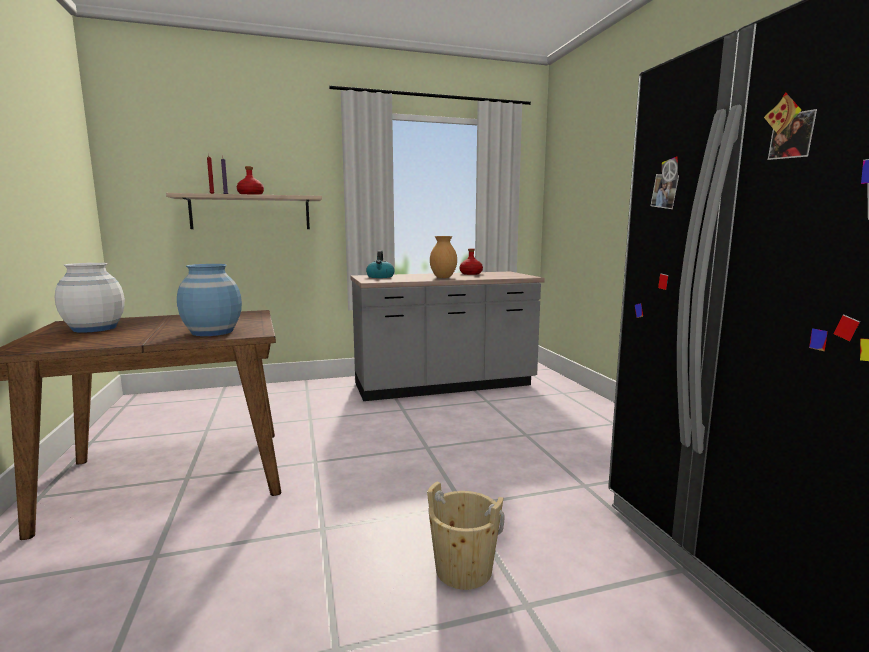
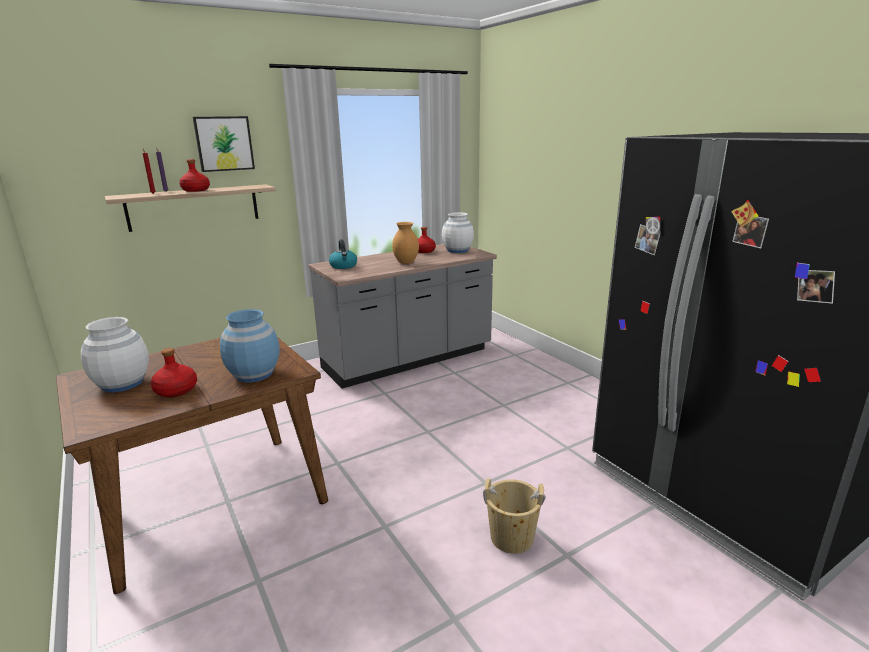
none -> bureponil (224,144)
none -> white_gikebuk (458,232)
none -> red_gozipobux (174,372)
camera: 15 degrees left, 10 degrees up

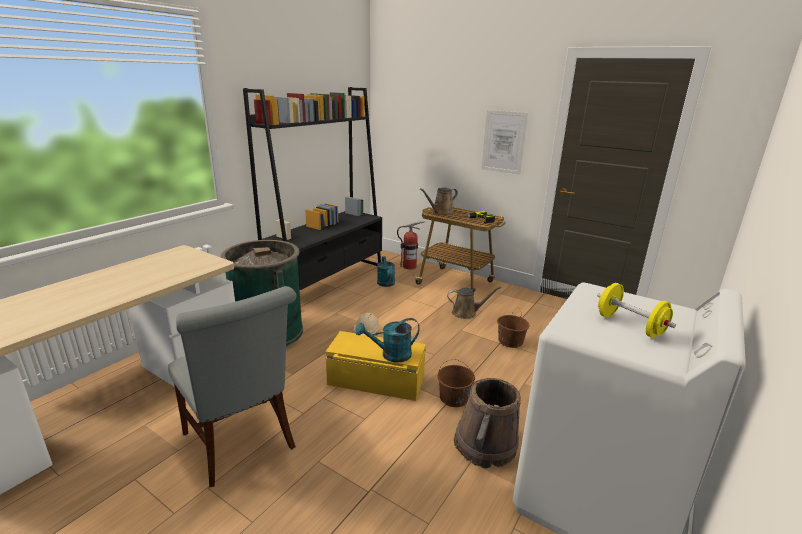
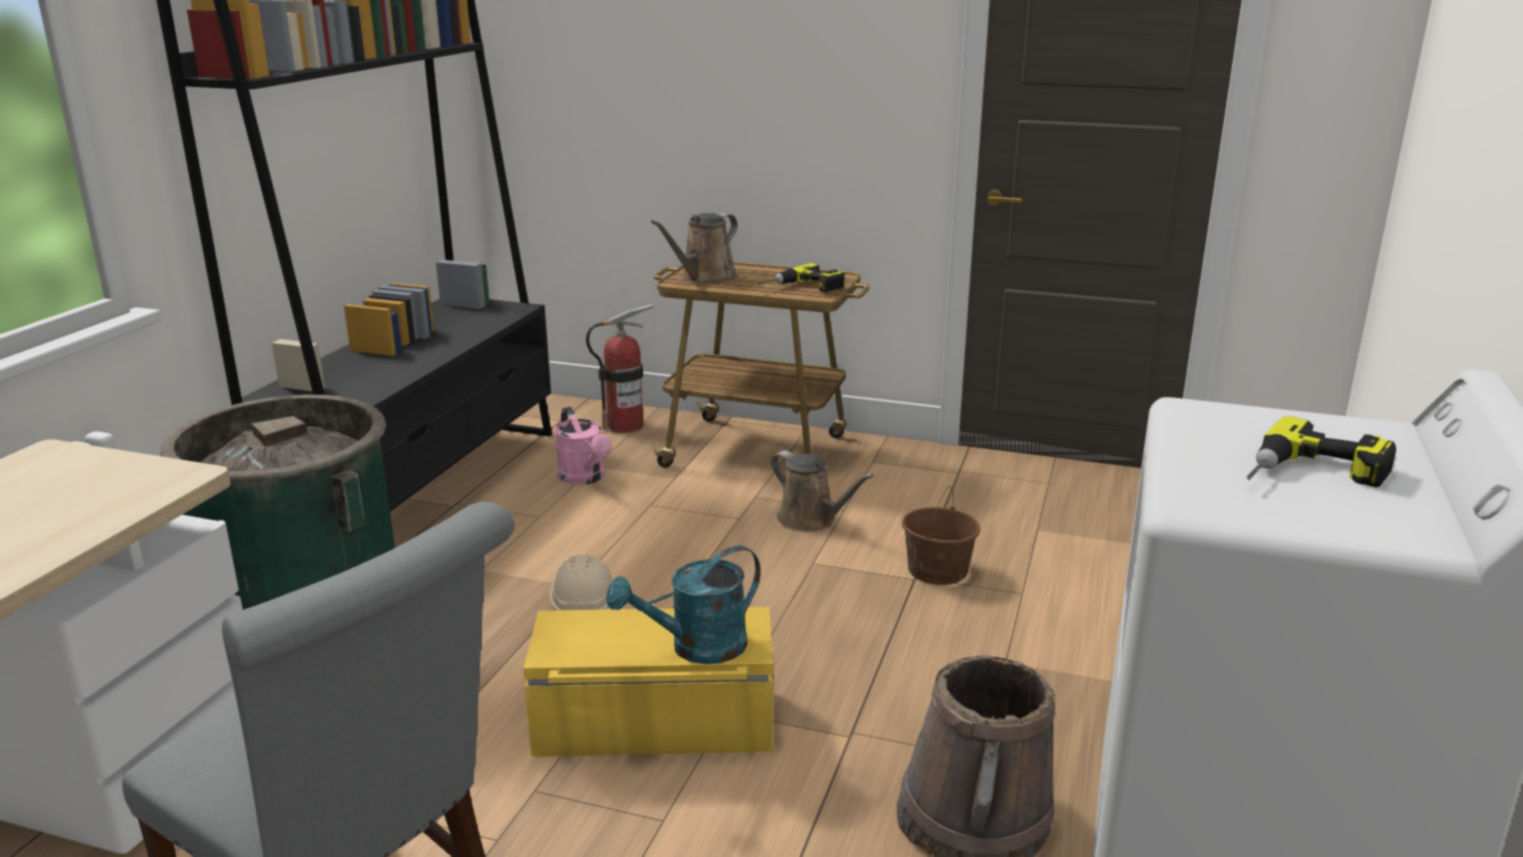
bureponil (504,142) -> none
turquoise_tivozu (386,271) -> pink_tivozu (583,445)
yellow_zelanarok (636,310) -> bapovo (1321,451)
brown_tivozu (474,303) -> brown_tivozu (822,491), 60 degrees clockwise
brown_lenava (456,383) -> none
camera: 15 degrees left, 0 degrees up

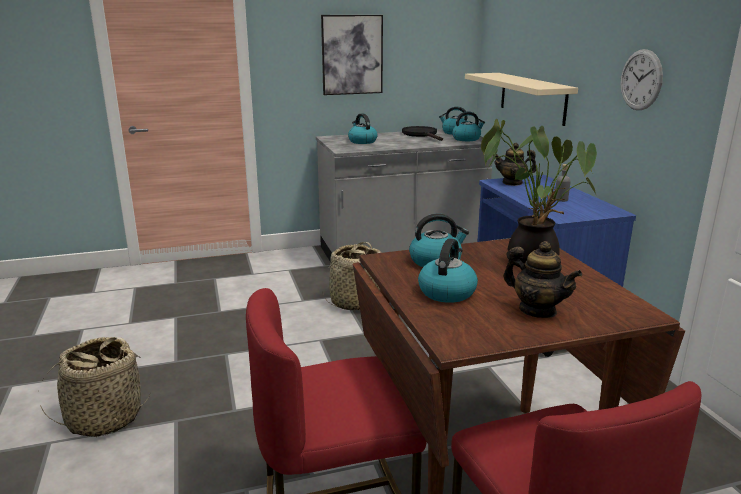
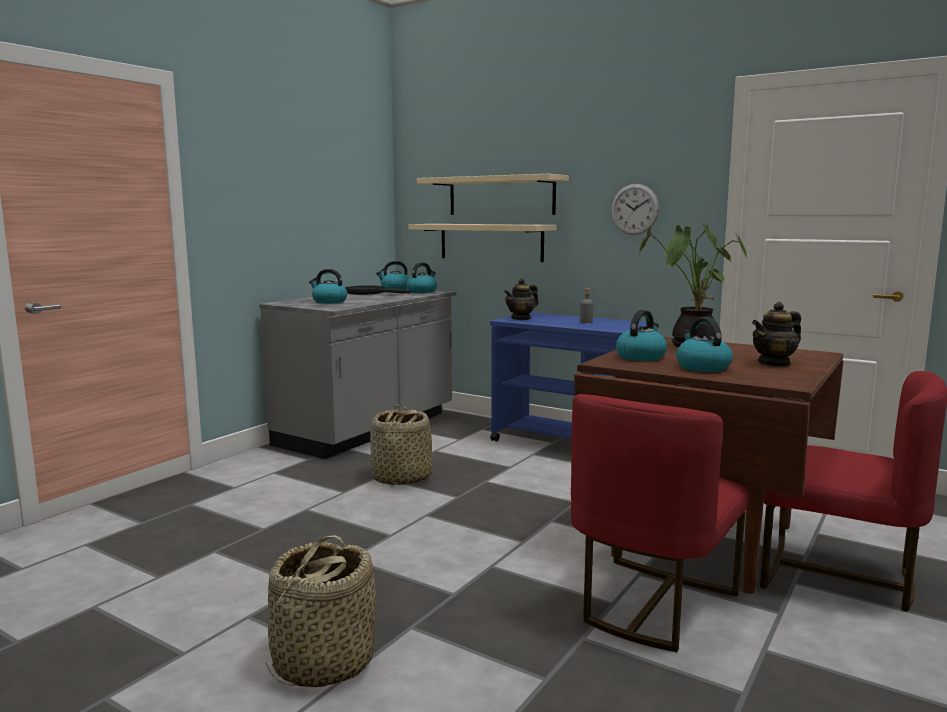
bureponil (352,55) -> none
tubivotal (542,279) -> tubivotal (776,334), 150 degrees clockwise
none -> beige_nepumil (493,194)
camera: 40 degrees left, 10 degrees down

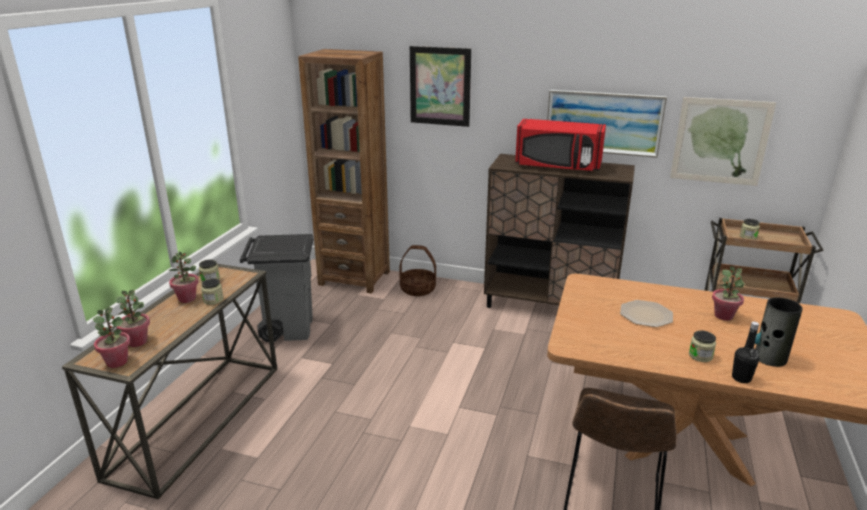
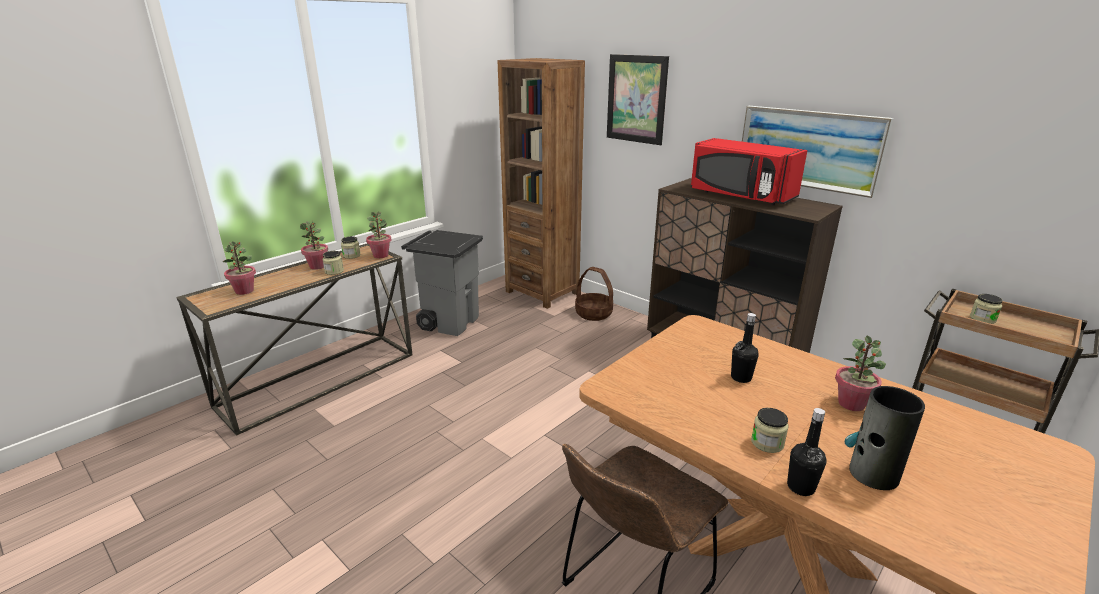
bureponil (723,141) -> none
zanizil (646,313) -> black_gozipobux (745,348)
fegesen (111,337) -> fegesen (378,235), shifted
camera: 25 degrees right, 0 degrees up

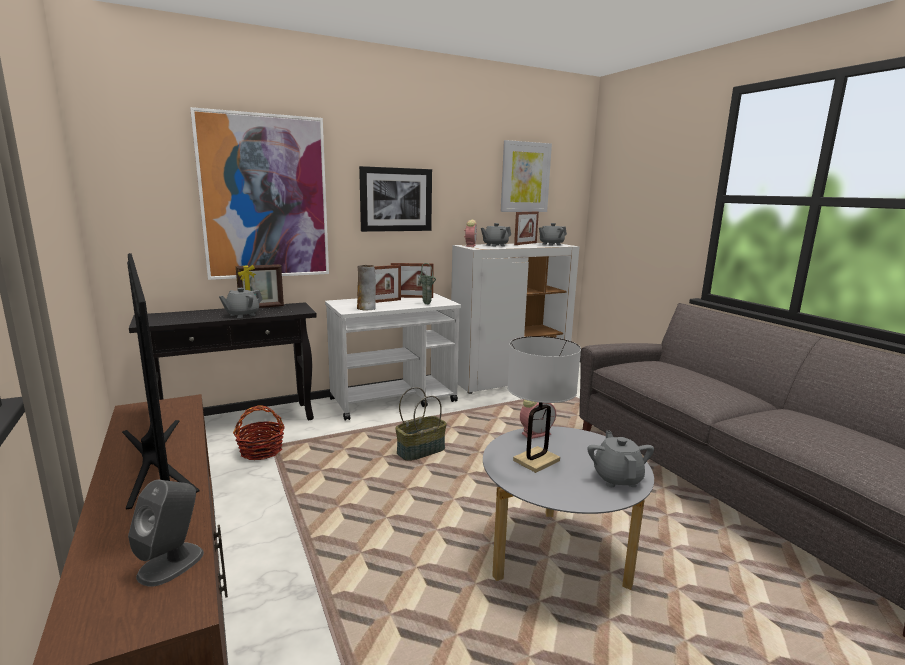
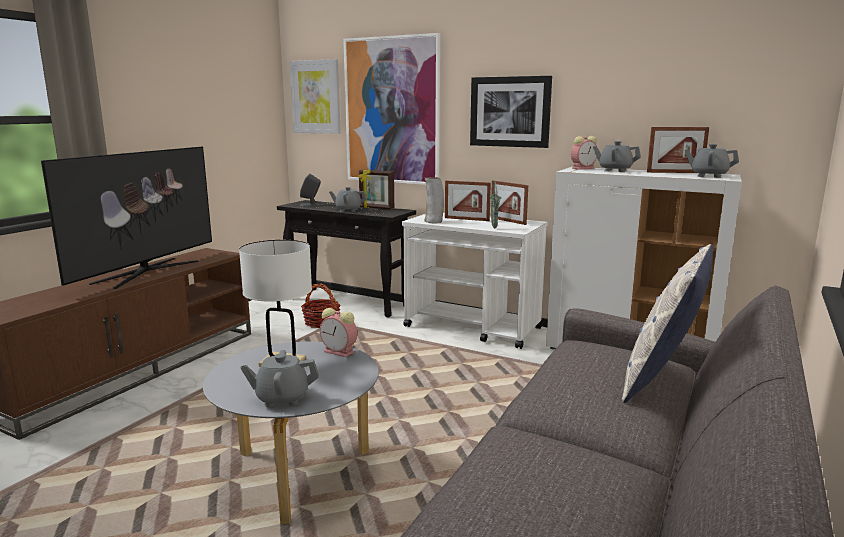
bureponil (526,176) -> bureponil (315,96), shifted
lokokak (421,424) -> none
grey_tubivotal (621,459) -> grey_tubivotal (279,378), 150 degrees counterclockwise
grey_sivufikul (166,533) -> grey_sivufikul (310,189), shifted
none -> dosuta (667,323)
camera: 55 degrees right, 0 degrees up

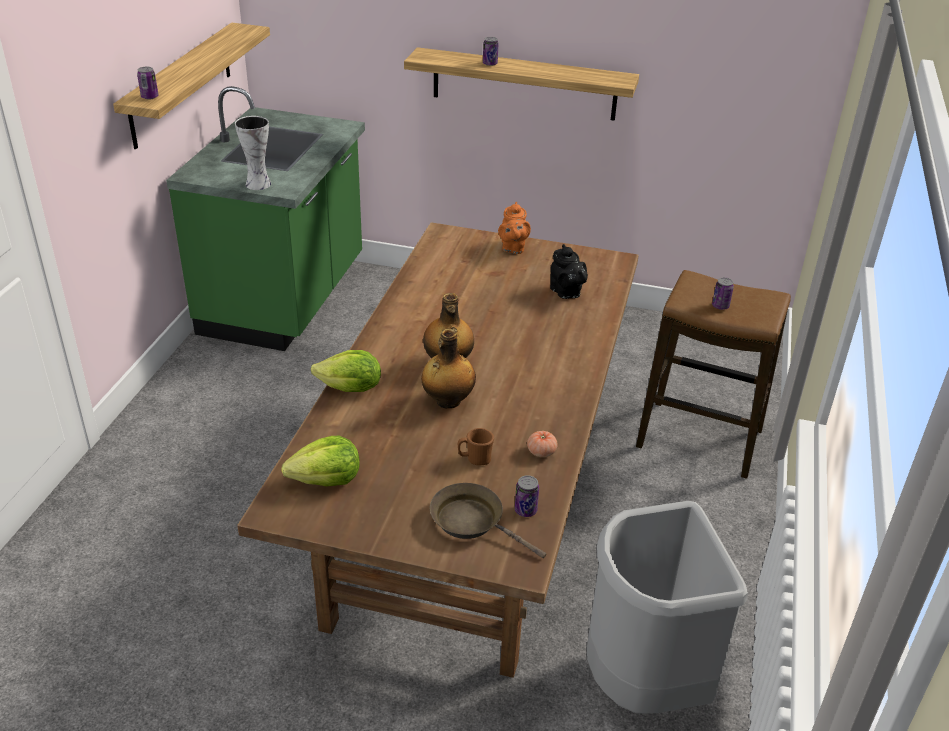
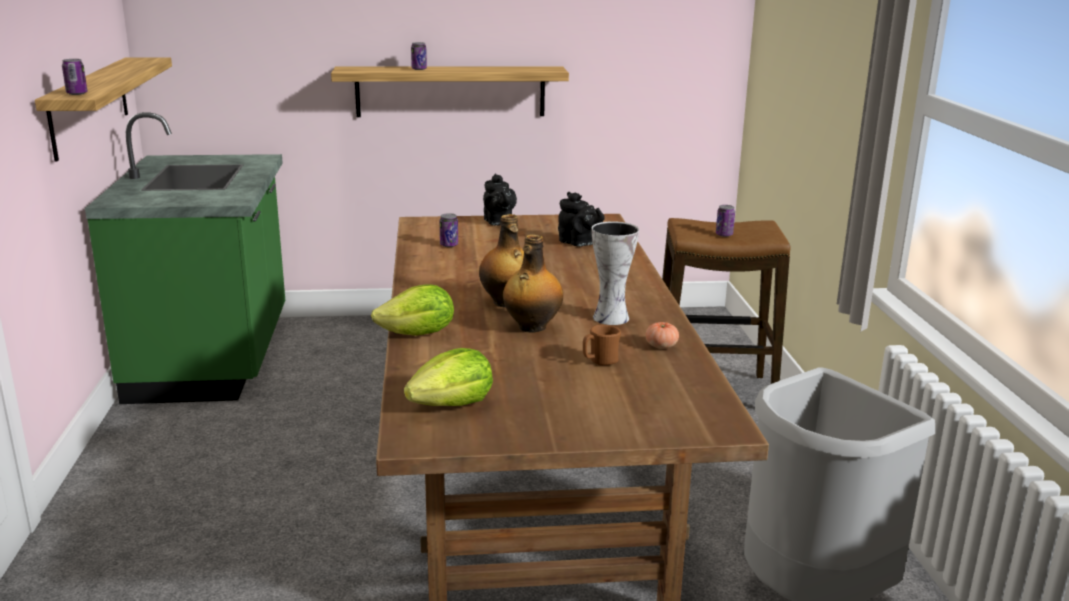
gikebuk (253,153) -> gikebuk (615,273), shifted
orange_tubivotal (514,228) -> black_tubivotal (500,200)
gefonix (527,496) -> gefonix (449,230), shifted
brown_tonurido (488,520) -> none
camera: 20 degrees left, 15 degrees down

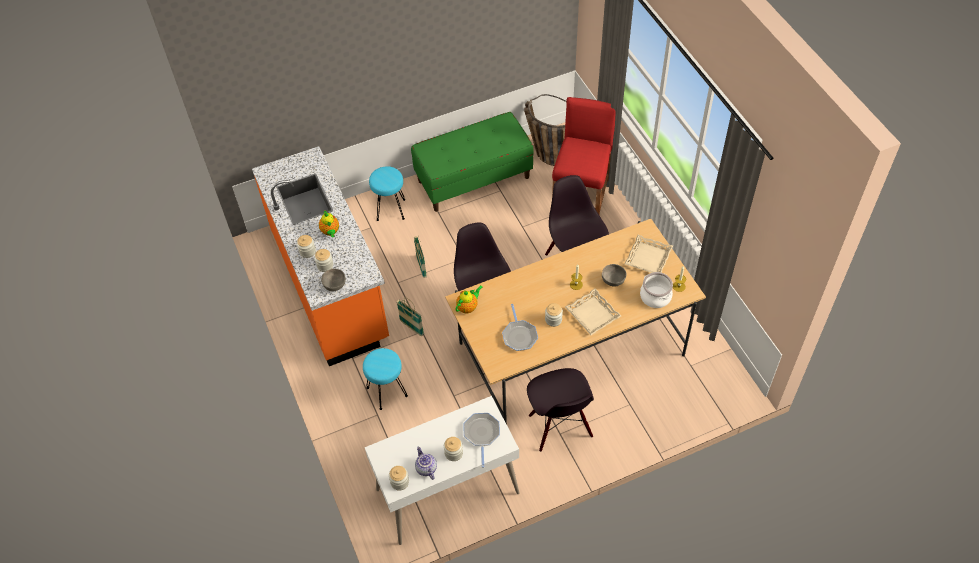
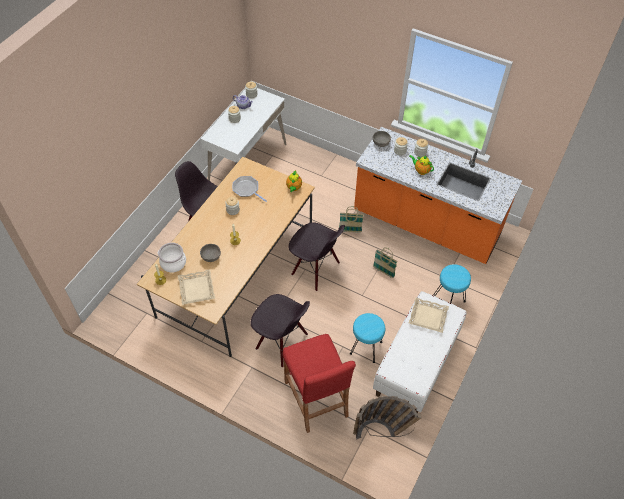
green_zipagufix (472,162) -> white_zipagufix (420,352)
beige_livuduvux (593,312) -> beige_livuduvux (429,315), shifted
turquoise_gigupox (385,379) -> turquoise_gigupox (367,338), shifted
tonurido (481,440) -> none
camera: 140 degrees right, 0 degrees up

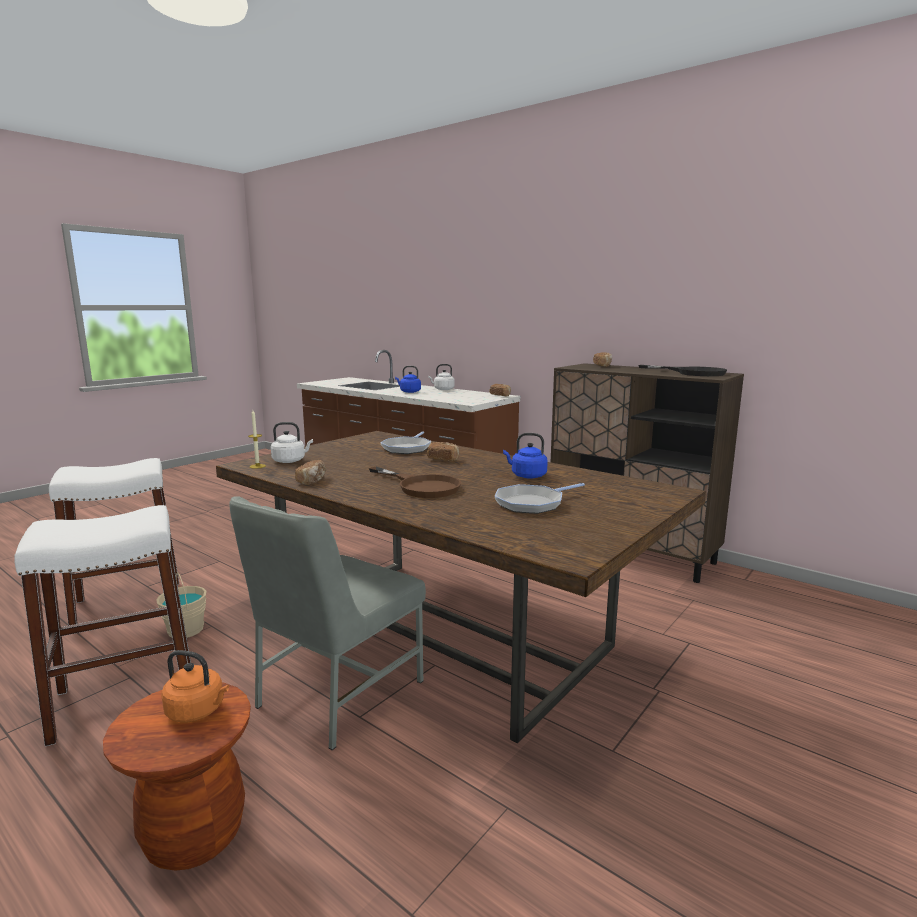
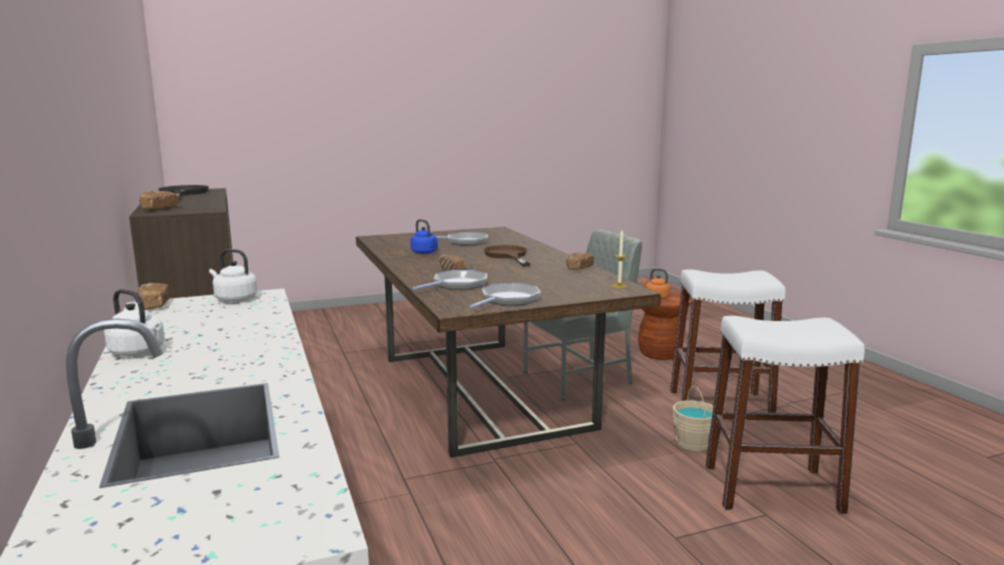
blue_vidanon (408,379) -> none
white_vidanon (292,442) -> white_vidanon (233,275), shifted
none -> tonurido (505,295)
camera: 150 degrees left, 0 degrees up

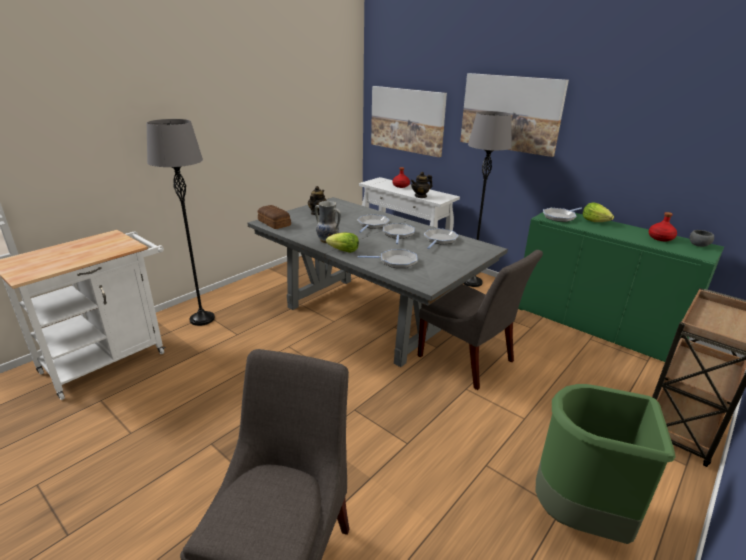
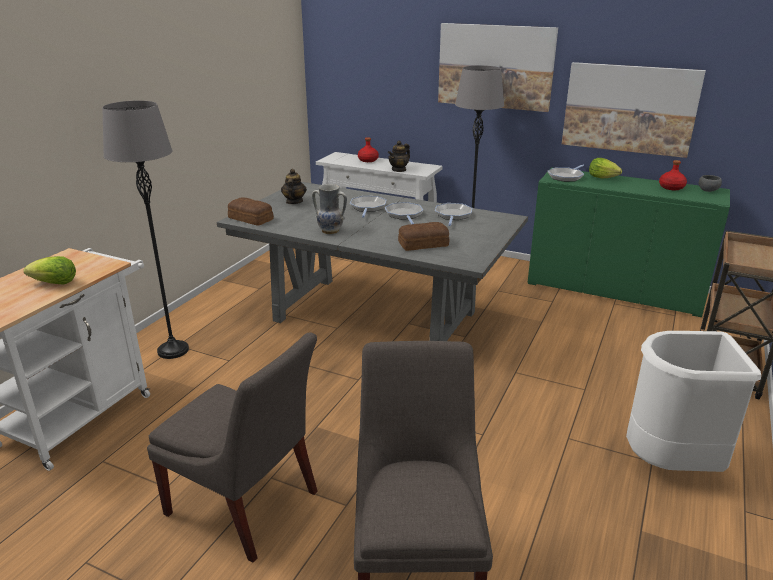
bureponil (409,121) -> bureponil (634,110), shifted
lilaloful (342,242) -> lilaloful (50,270), shifted
tonurido (388,258) -> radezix (424,236)
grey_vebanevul (480,320) -> grey_vebanevul (232,447), shifted
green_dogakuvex (605,464) -> white_dogakuvex (693,401)
camera: 15 degrees left, 0 degrees up

